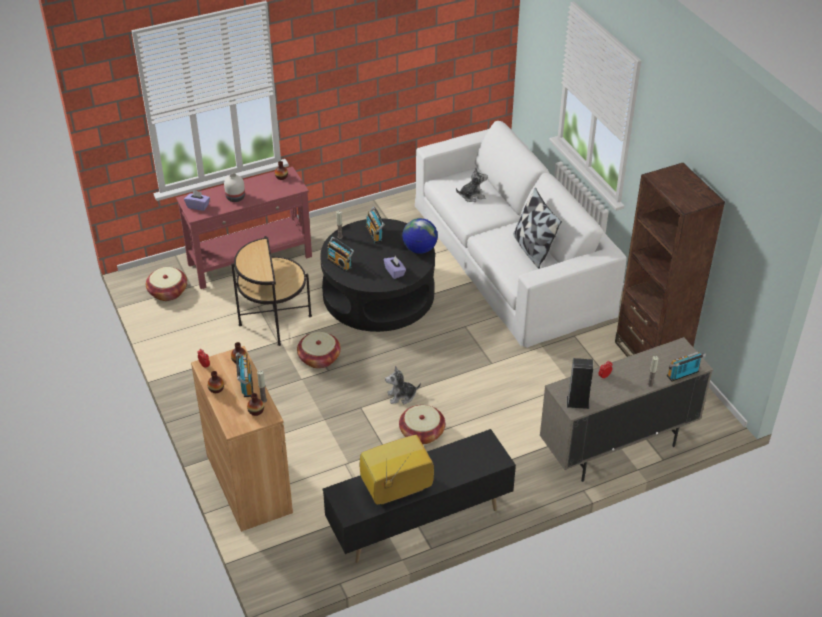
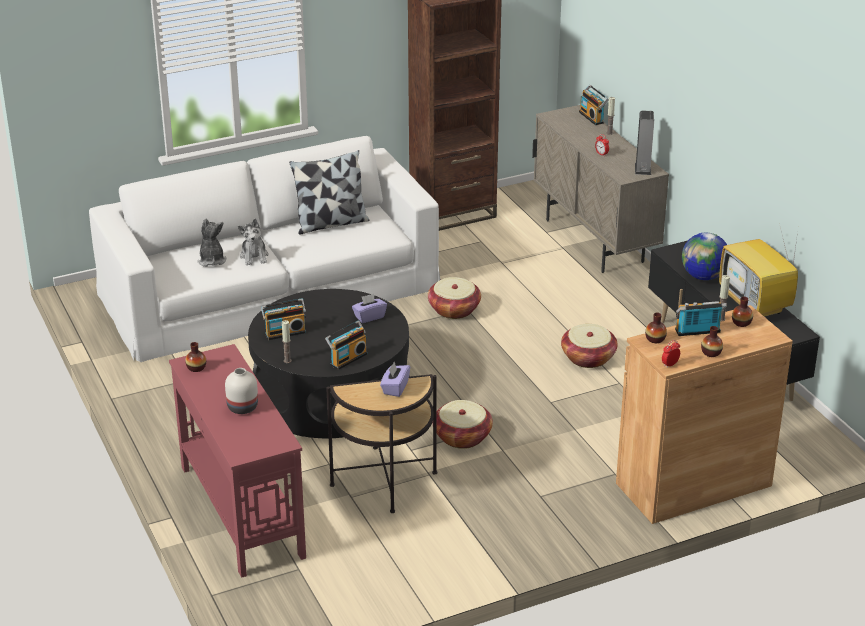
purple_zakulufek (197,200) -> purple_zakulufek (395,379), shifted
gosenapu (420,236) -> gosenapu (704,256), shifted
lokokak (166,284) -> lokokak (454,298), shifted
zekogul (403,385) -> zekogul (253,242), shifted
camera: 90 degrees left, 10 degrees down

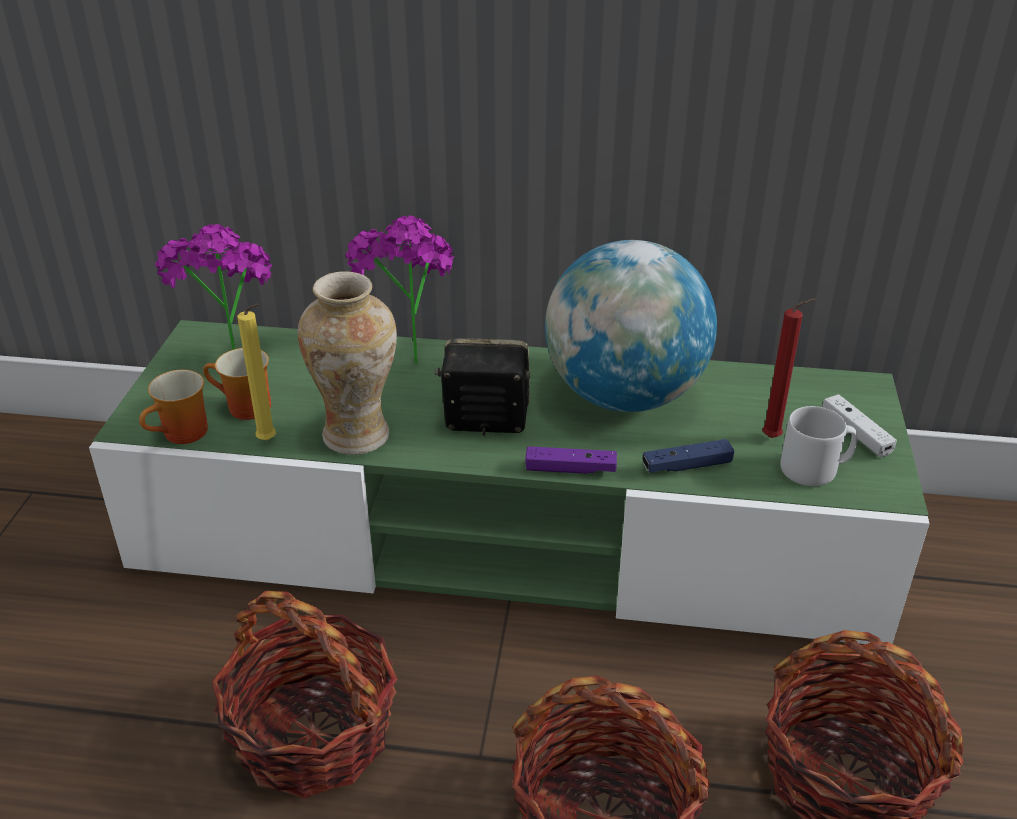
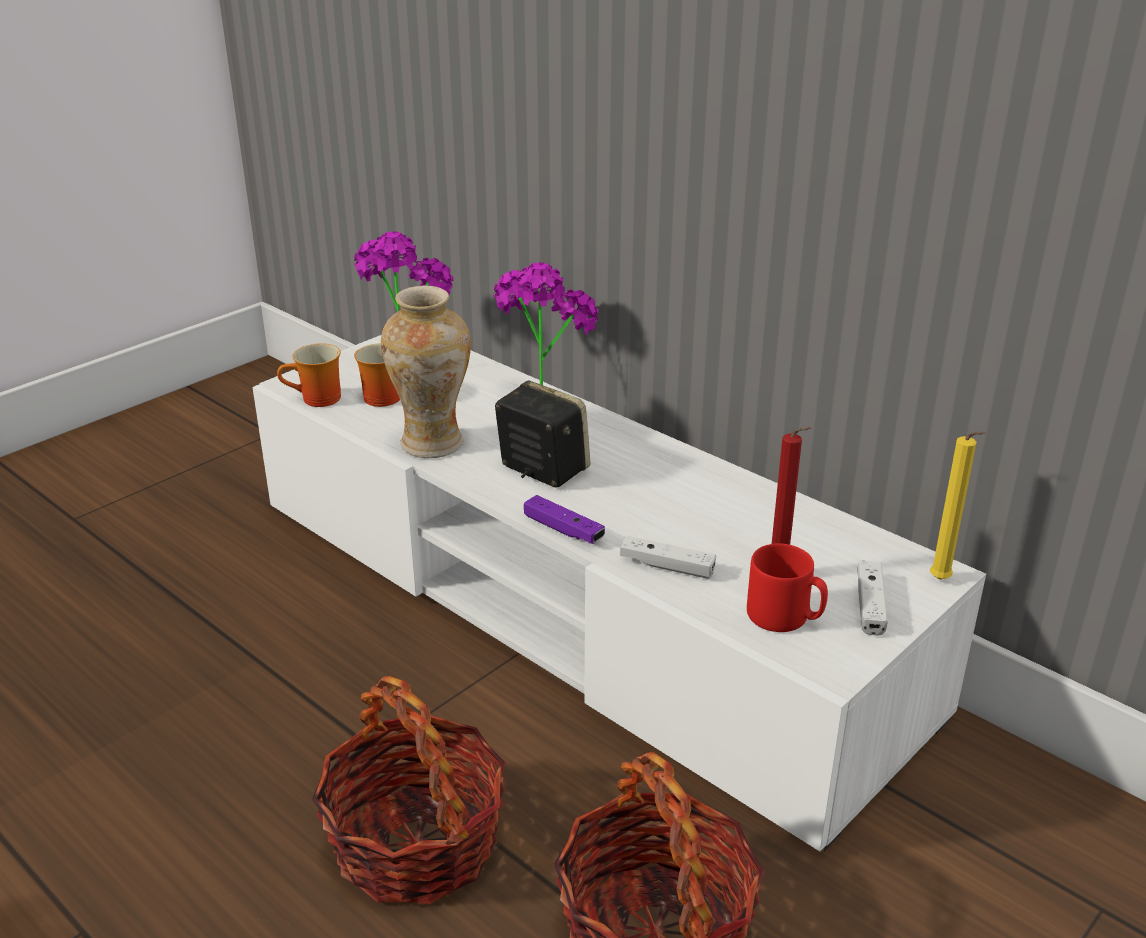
gosenapu (631,326) -> none
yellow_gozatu (256,371) -> yellow_gozatu (957,505), shifted
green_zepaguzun (509,482) -> white_zepaguzun (619,593)
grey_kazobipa (819,446) -> red_kazobipa (787,587)
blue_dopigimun (688,456) -> white_dopigimun (668,557)
lokokak (304,694) -> none
camera: 35 degrees right, 5 degrees down

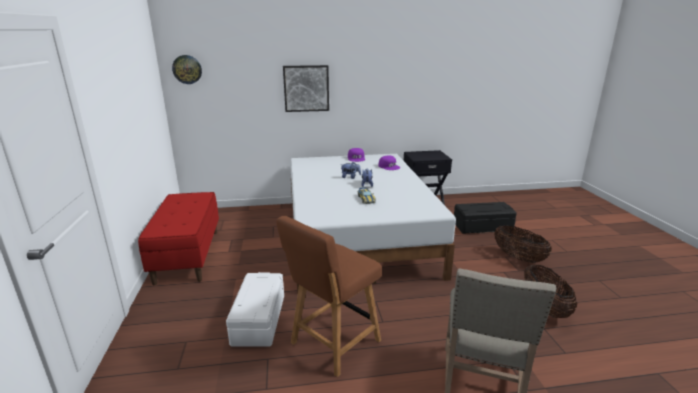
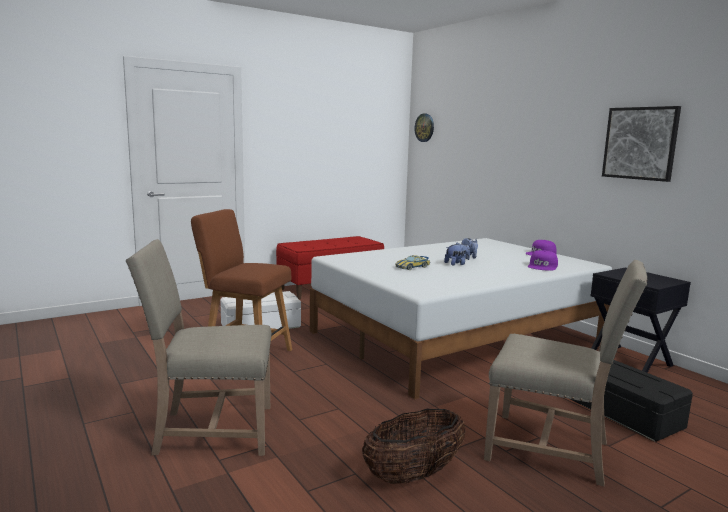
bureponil (306,88) -> bureponil (641,144), shifted
lokokak (523,244) -> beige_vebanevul (566,373)
camera: 65 degrees right, 10 degrees down

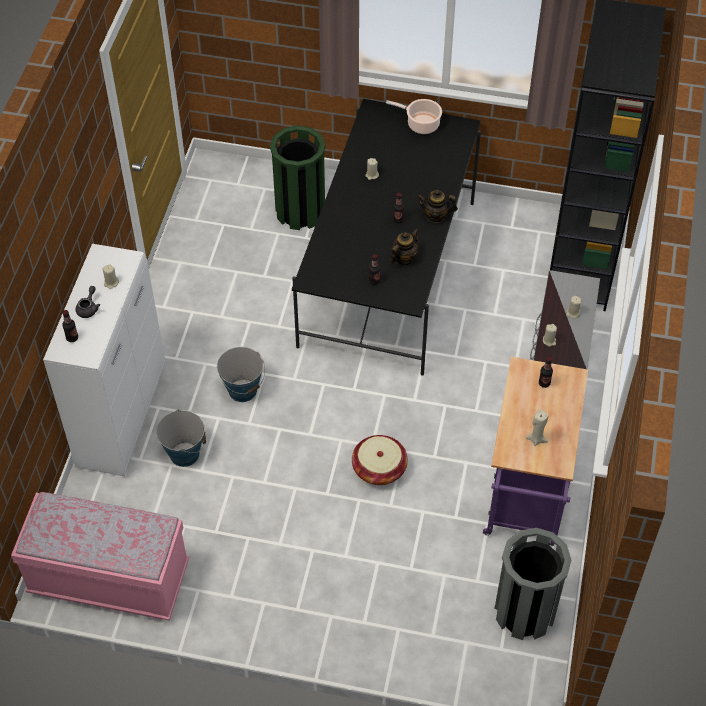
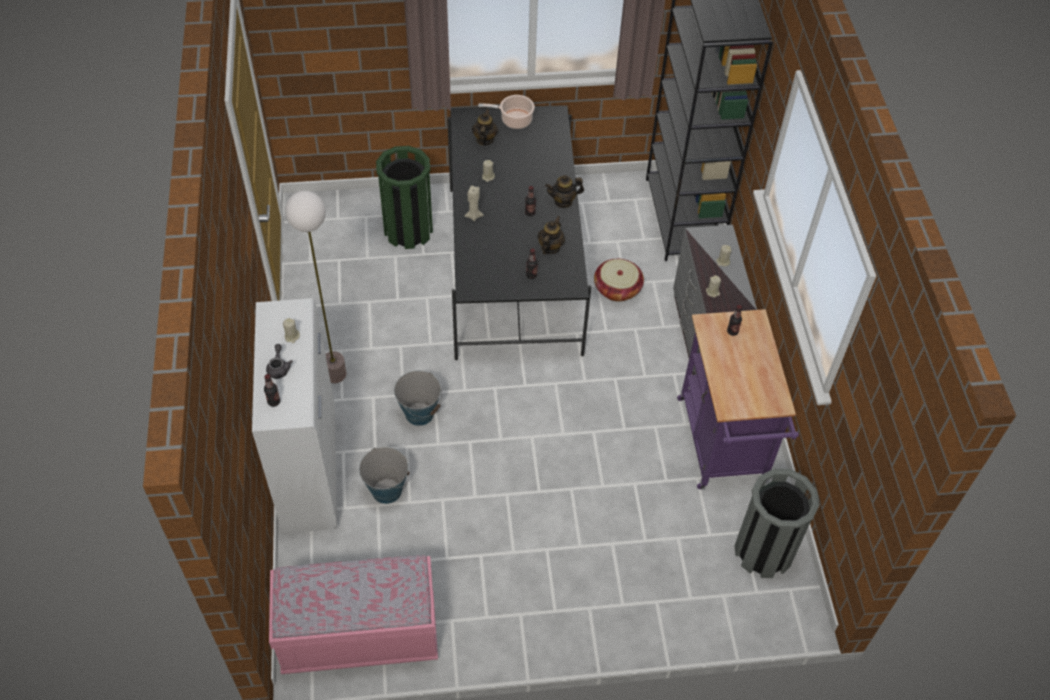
beige_gozatu (536,428) -> beige_gozatu (474,203), shifted
lokokak (380,460) -> lokokak (619,280), shifted
none -> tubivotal (485,126)
none -> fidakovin (315,287)
camera: 20 degrees left, 0 degrees up

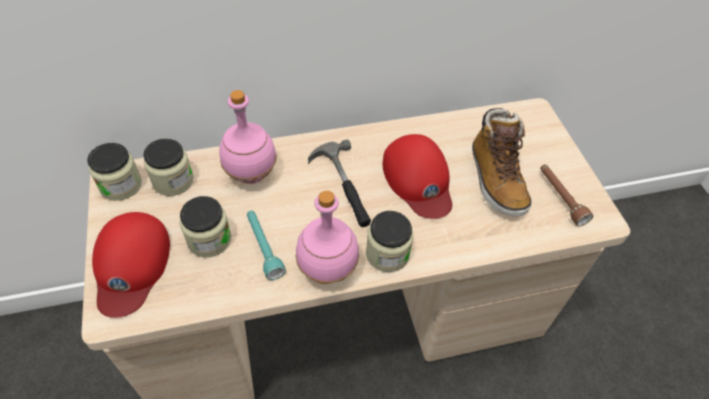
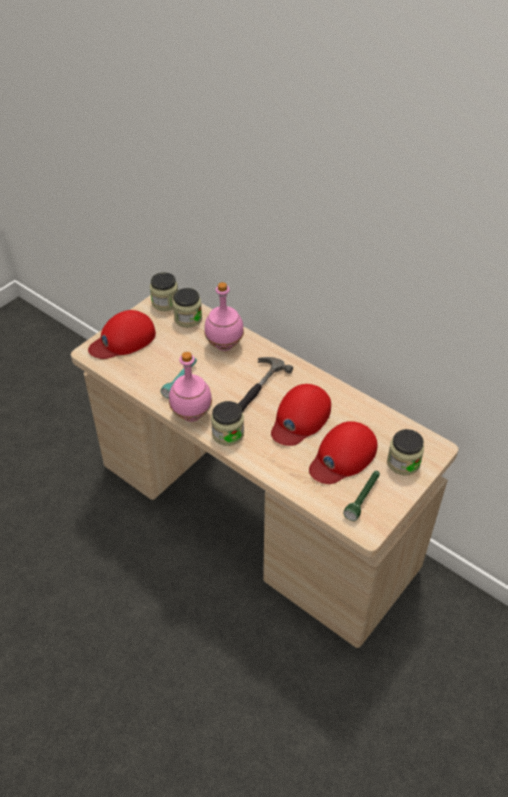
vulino (502,162) -> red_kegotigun (343,452)
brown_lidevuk (566,195) -> green_lidevuk (361,496)
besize (205,226) -> besize (405,452), shifted
camera: 55 degrees right, 5 degrees down

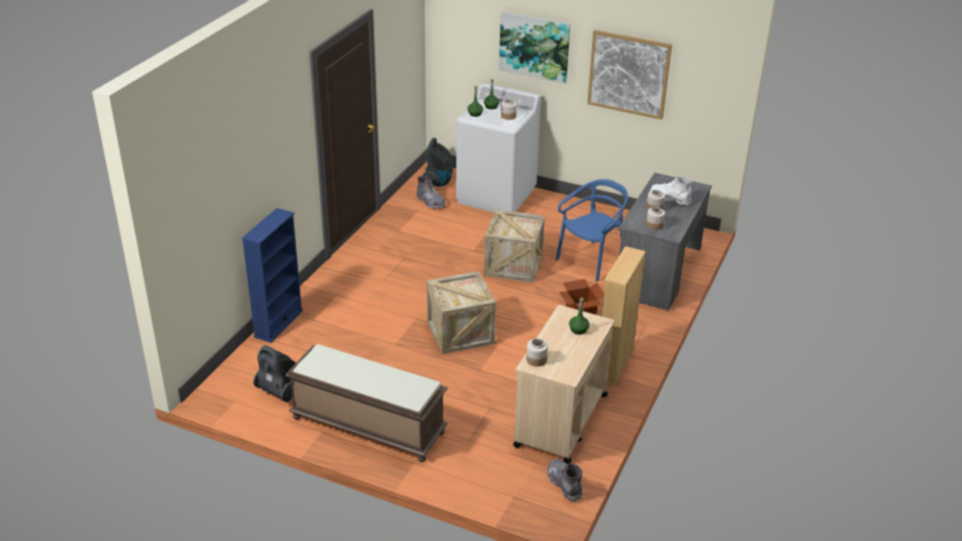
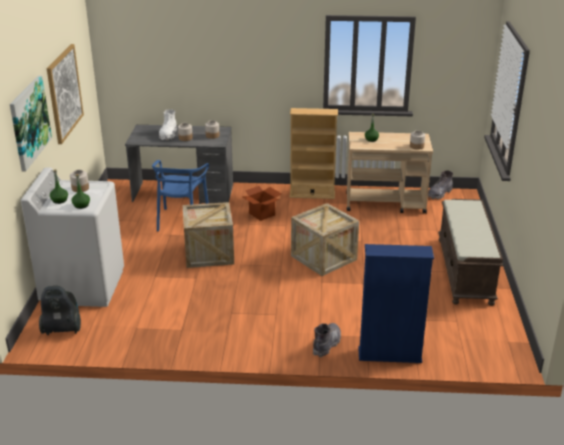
grey_vulino (431,192) -> grey_vulino (327,340), shifted
blue_vebanevul (592,230) -> blue_vebanevul (180,195), 105 degrees counterclockwise
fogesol (274,373) -> none
camera: 110 degrees left, 5 degrees down

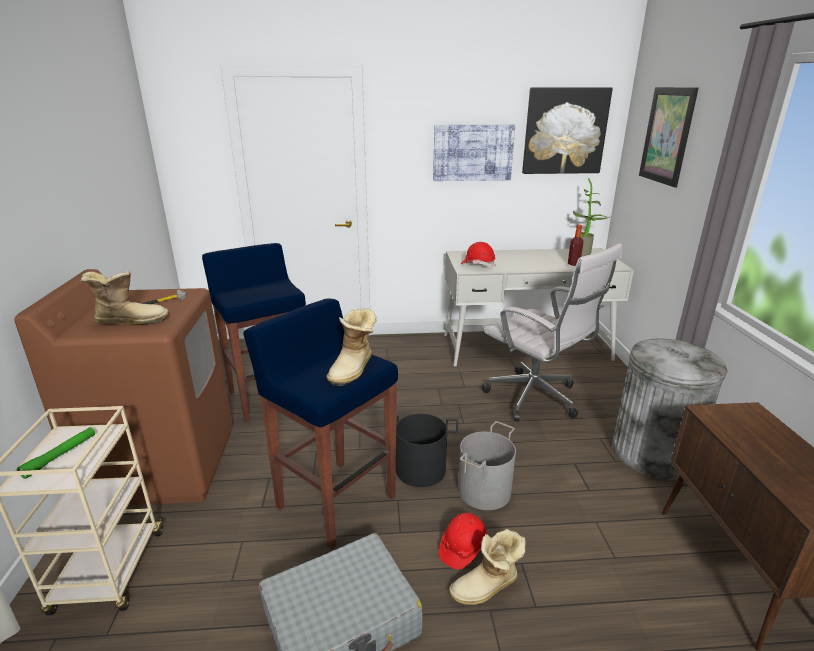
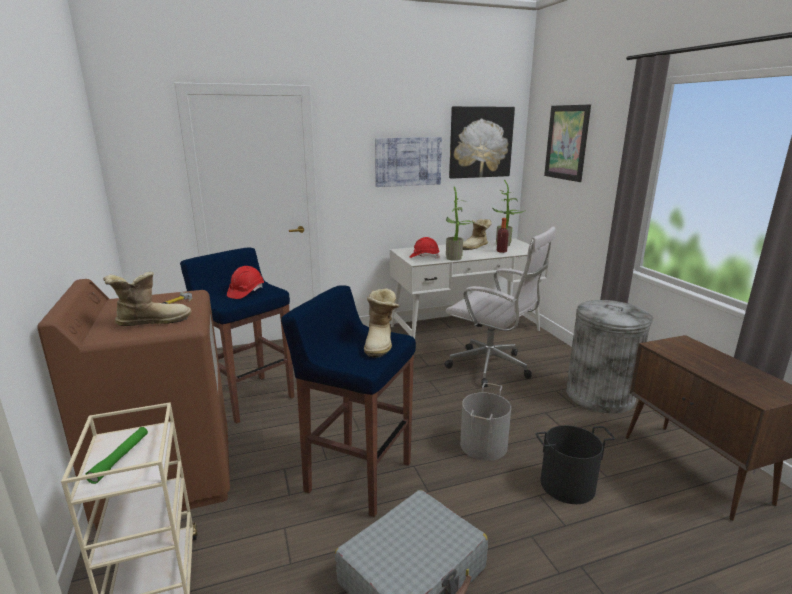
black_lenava (427,450) -> black_lenava (575,464), shifted
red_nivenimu (463,541) -> red_nivenimu (245,282), shifted
vulino (487,567) -> vulino (477,234), shifted
none -> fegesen (460,223)
camera: 15 degrees left, 5 degrees down

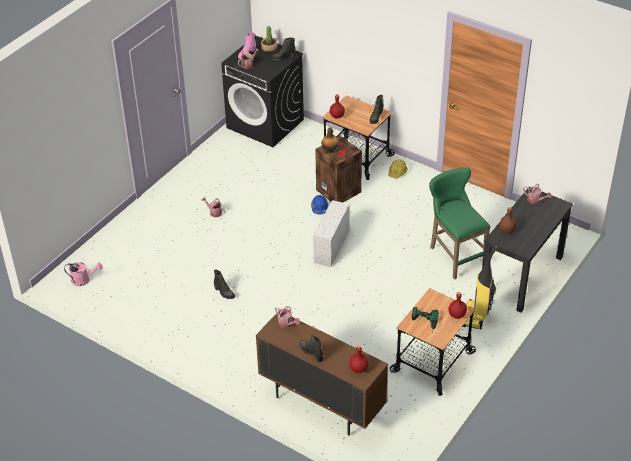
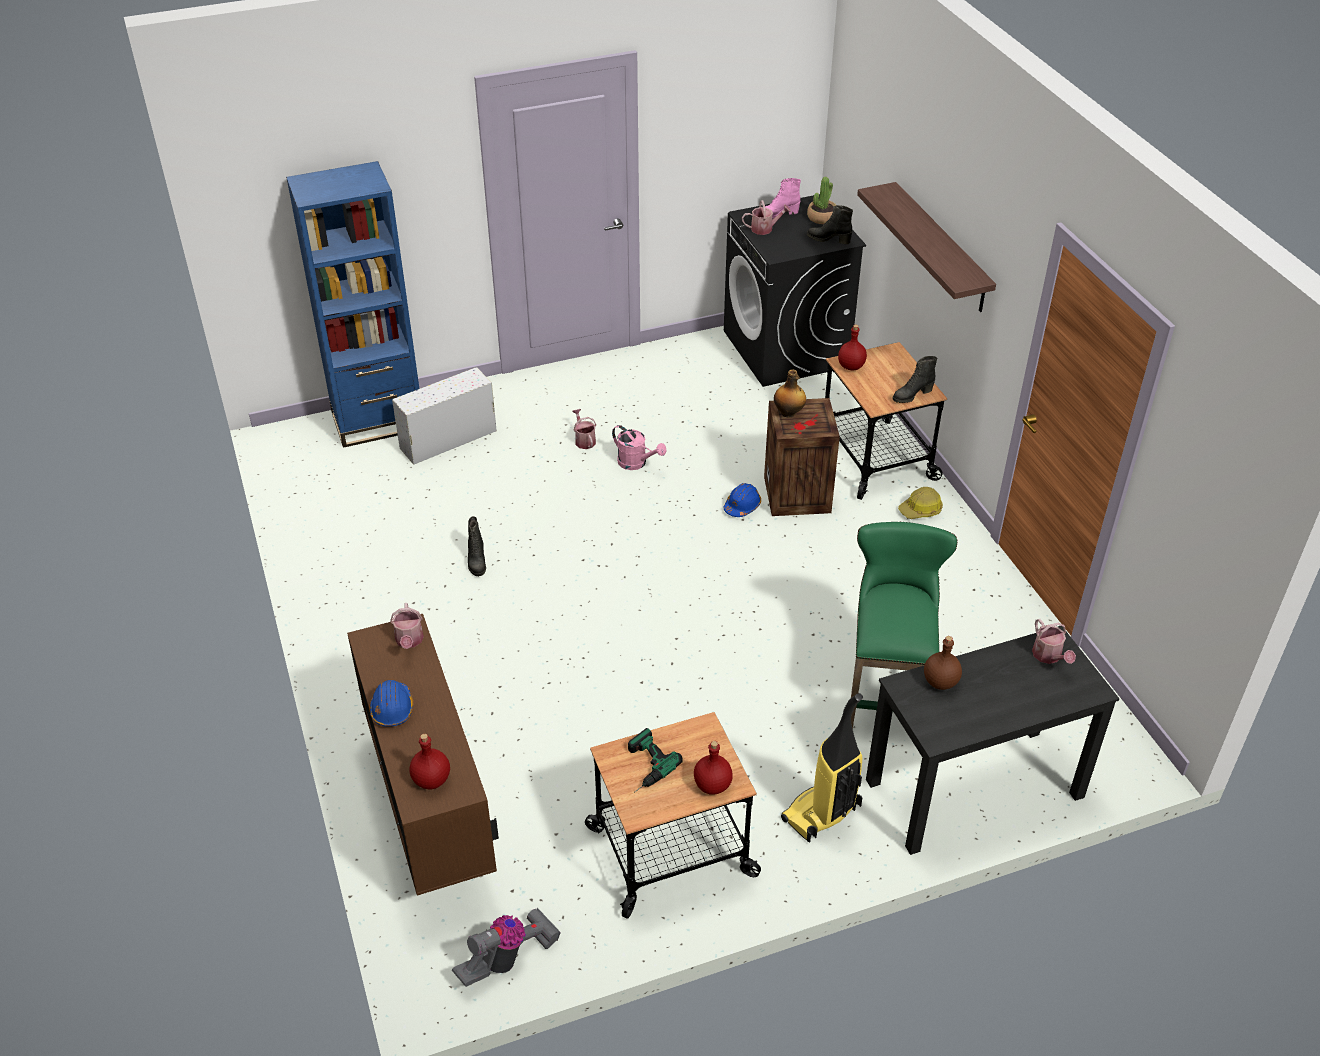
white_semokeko (331,233) -> white_semokeko (444,416), shifted
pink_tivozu (83,274) -> pink_tivozu (639,447), shifted
black_vulino (311,348) -> blue_nivenimu (391,703)
none -> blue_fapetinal (352,304)
none -> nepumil (926,247)
none -> fogesol (506,947)
camera: 35 degrees right, 0 degrees up

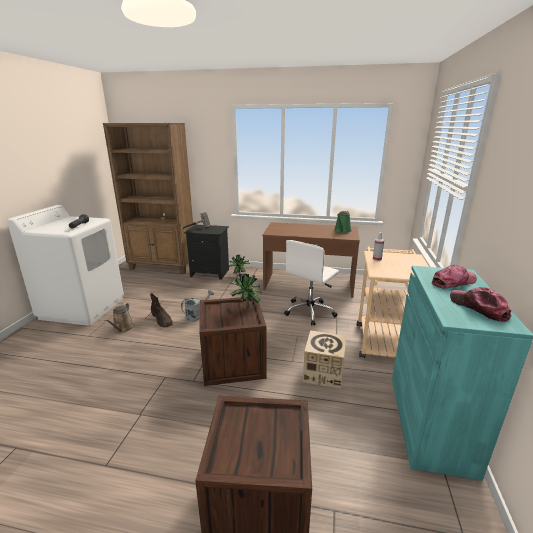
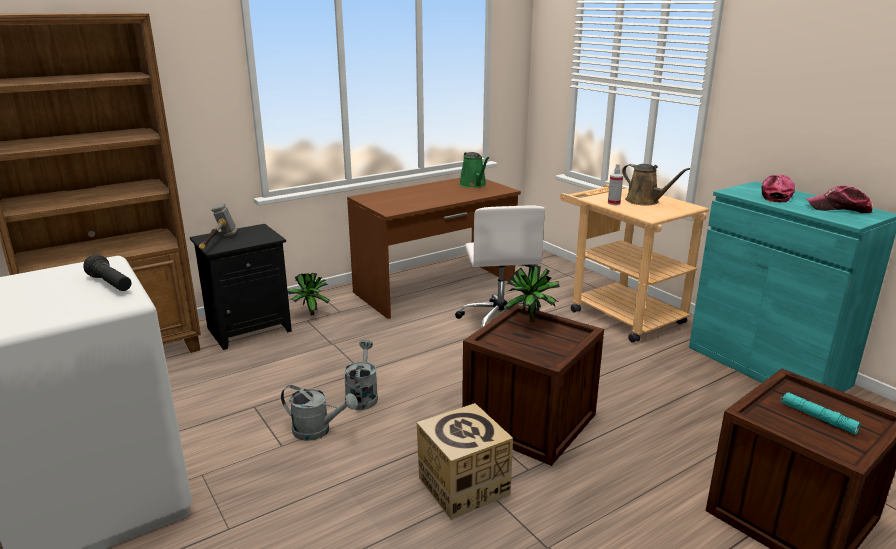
brown_vulino (161,310) -> grey_tivozu (319,413)
brown_tivozu (119,318) -> brown_tivozu (656,184), shifted
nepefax (324,359) -> nepefax (465,461), shifted
none -> turquoise_lidevuk (820,413)
camera: 45 degrees left, 0 degrees up

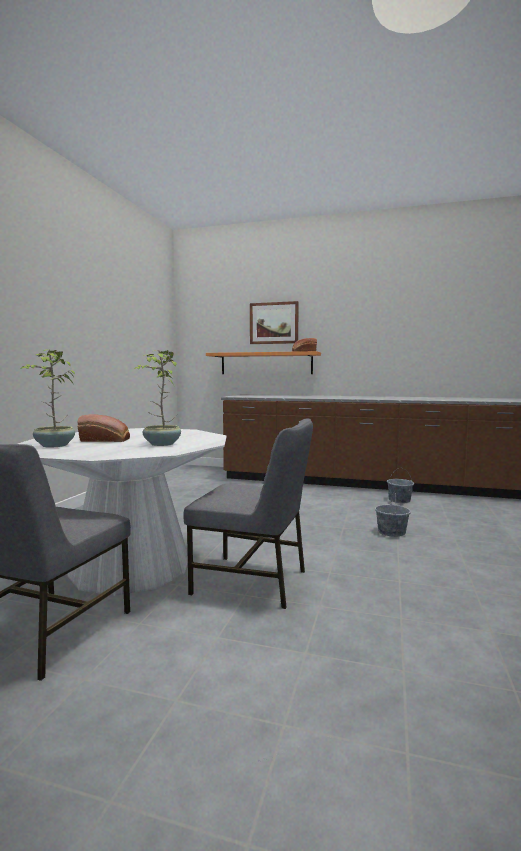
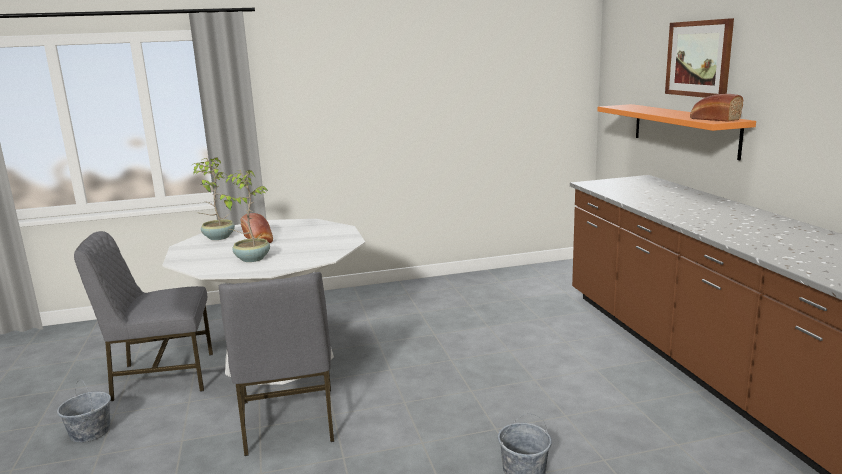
grey_lenava (400,485) -> grey_lenava (84,411), shifted
camera: 60 degrees right, 10 degrees up

